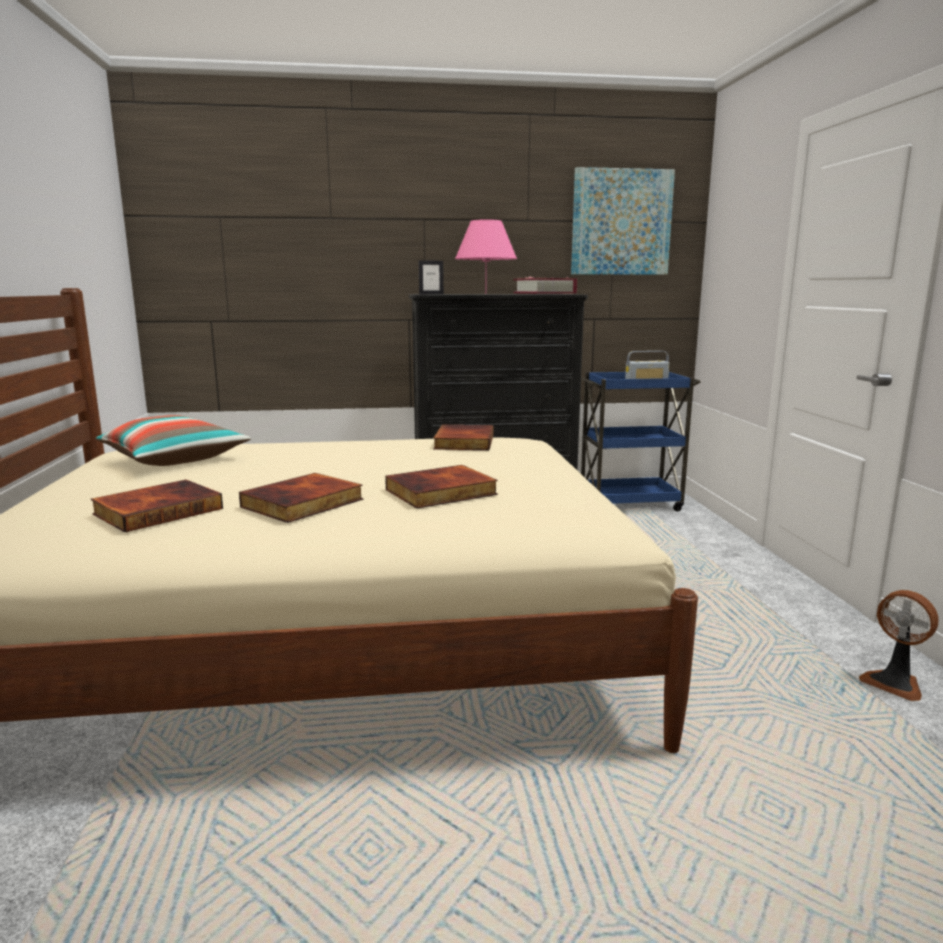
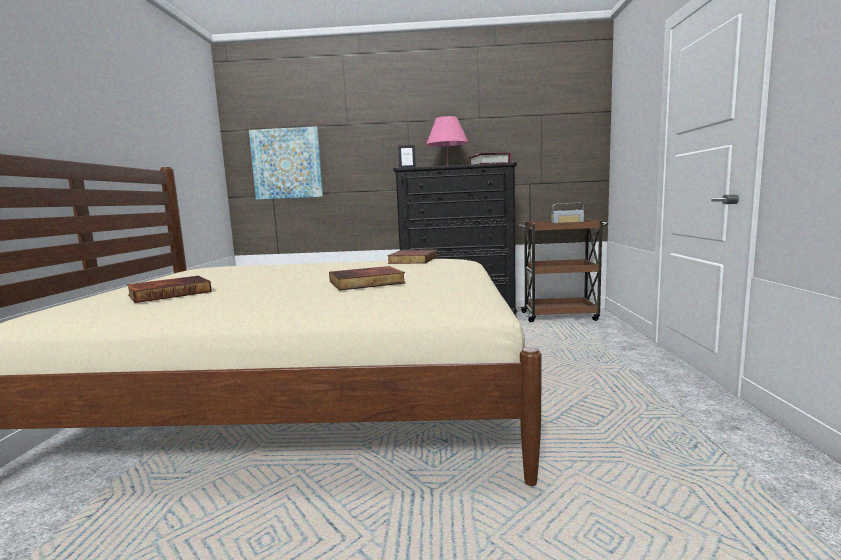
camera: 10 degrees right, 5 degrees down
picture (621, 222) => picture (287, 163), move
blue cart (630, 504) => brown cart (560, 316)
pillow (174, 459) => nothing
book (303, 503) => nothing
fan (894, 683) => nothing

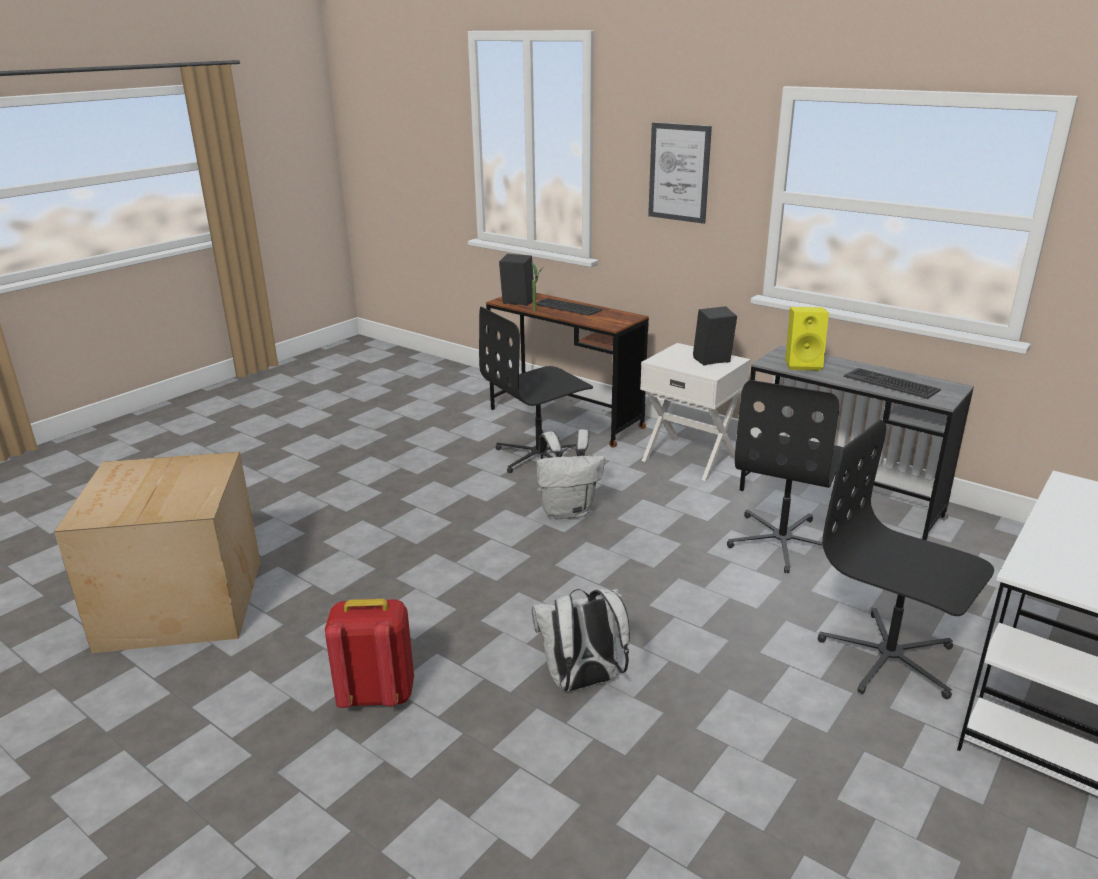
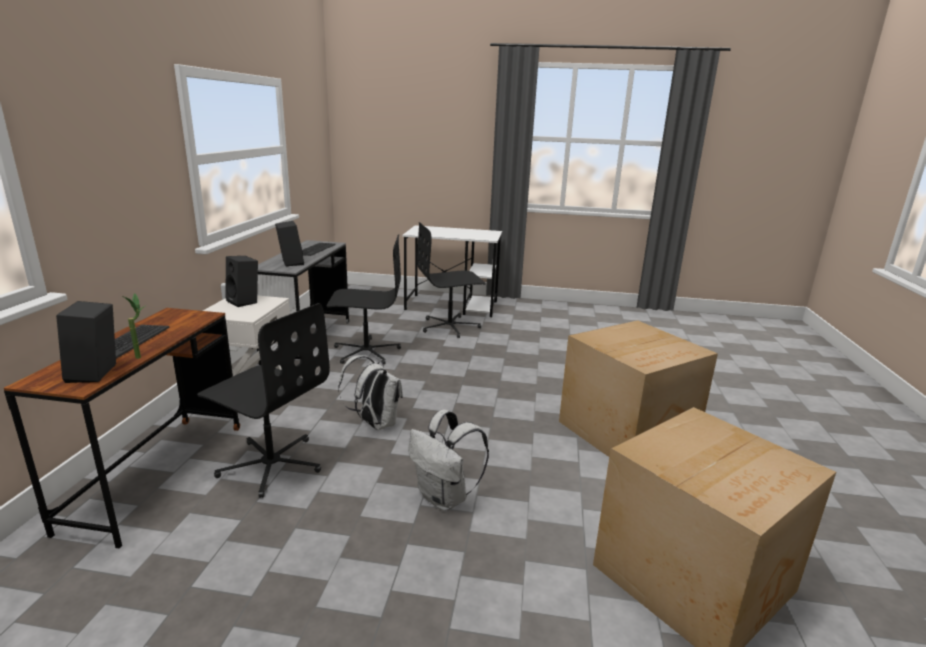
camera: 120 degrees left, 5 degrees down
picture (679, 172) => nothing
yellow speaker (804, 364) => black speaker (290, 263)
black office chair (889, 658) => black office chair (450, 327), 60 degrees clockwise
white backpack (582, 682) => white backpack (445, 498), move
red backpack (376, 695) => cardboard box (629, 432)

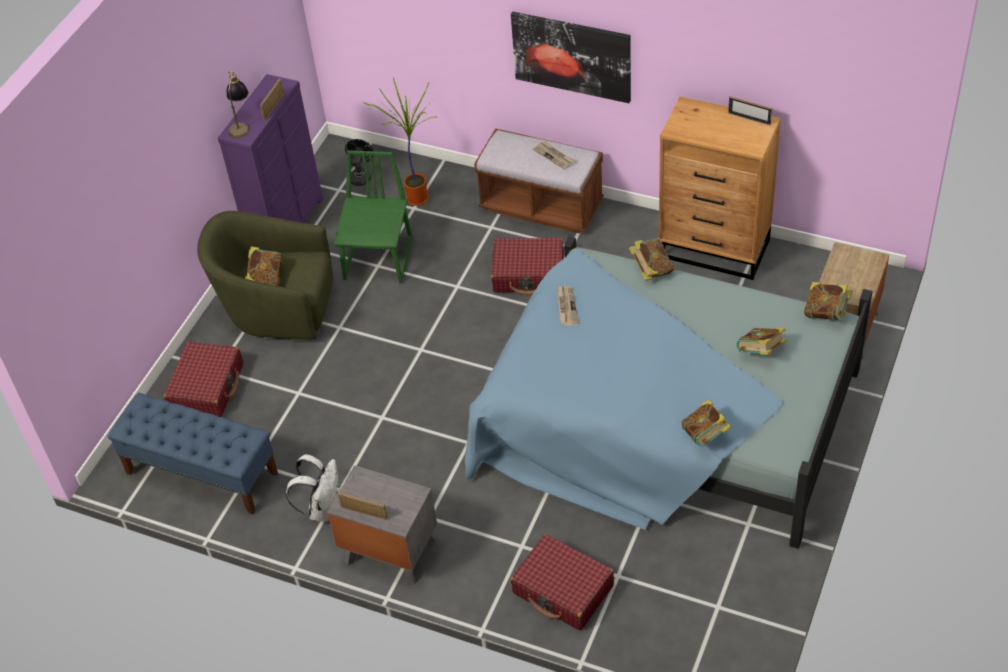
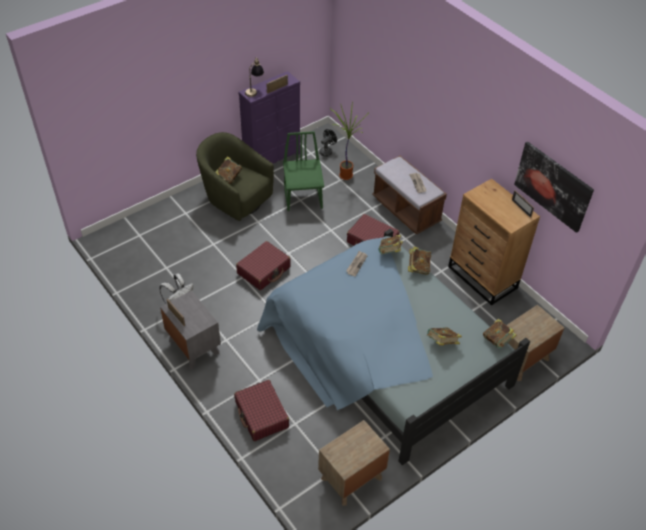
camera: 25 degrees right, 0 degrees up
picture (572, 56) => picture (553, 186), move
green chair (379, 259) => green chair (303, 197), 45 degrees counterclockwise
red suitcase (207, 387) => red suitcase (264, 270), move
blue bench (201, 473) => nothing
book (705, 435) => book (390, 252), move
nothing => brown nightstand (351, 478)

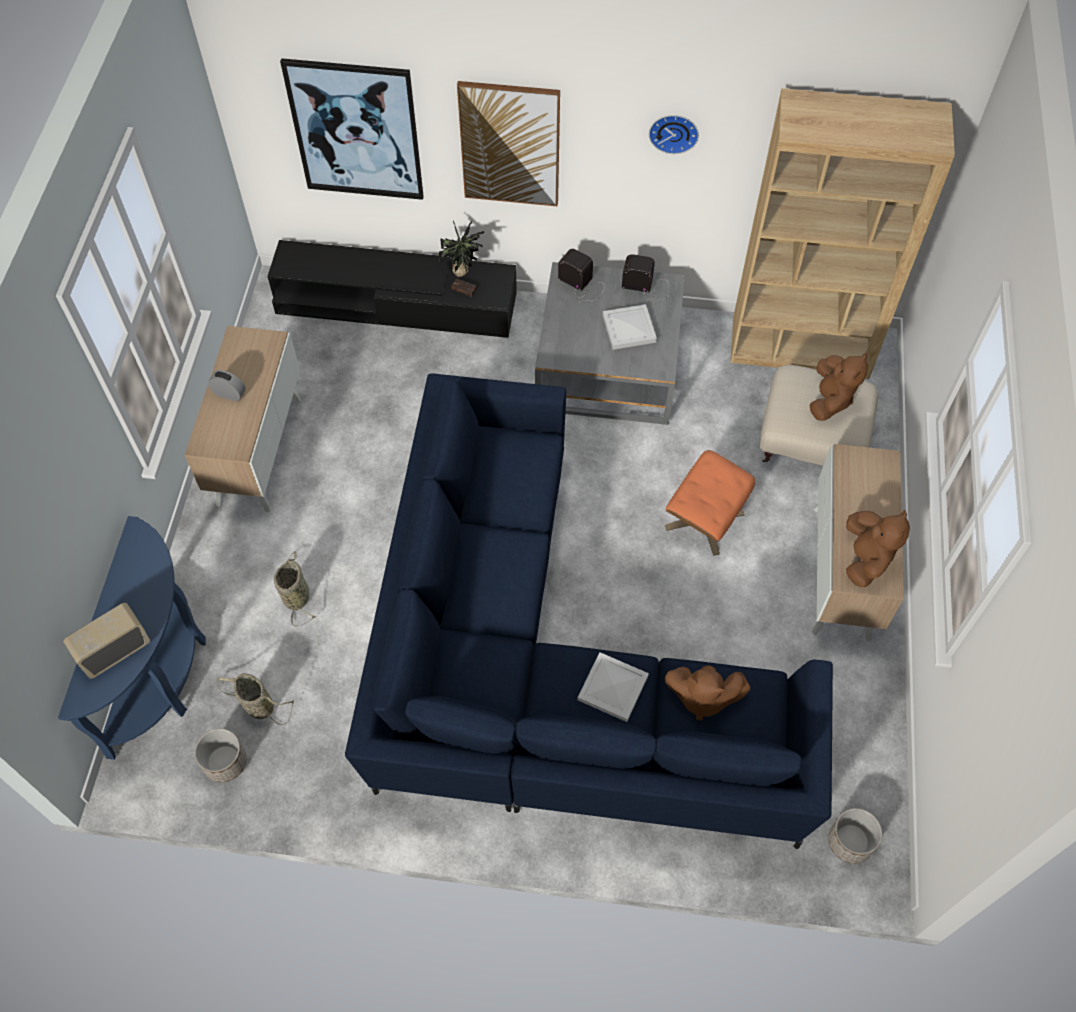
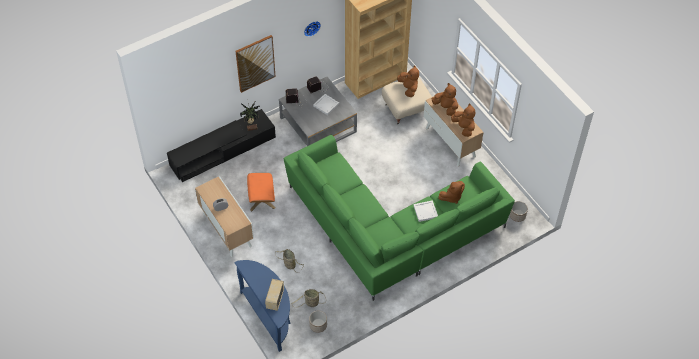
camera: 40 degrees left, 5 degrees down
picture (356, 131) => nothing
blue sofa (545, 671) => green sofa (390, 231)
orange ottoman (704, 520) => orange ottoman (261, 199), move
nothing => brown plush toy (445, 107)

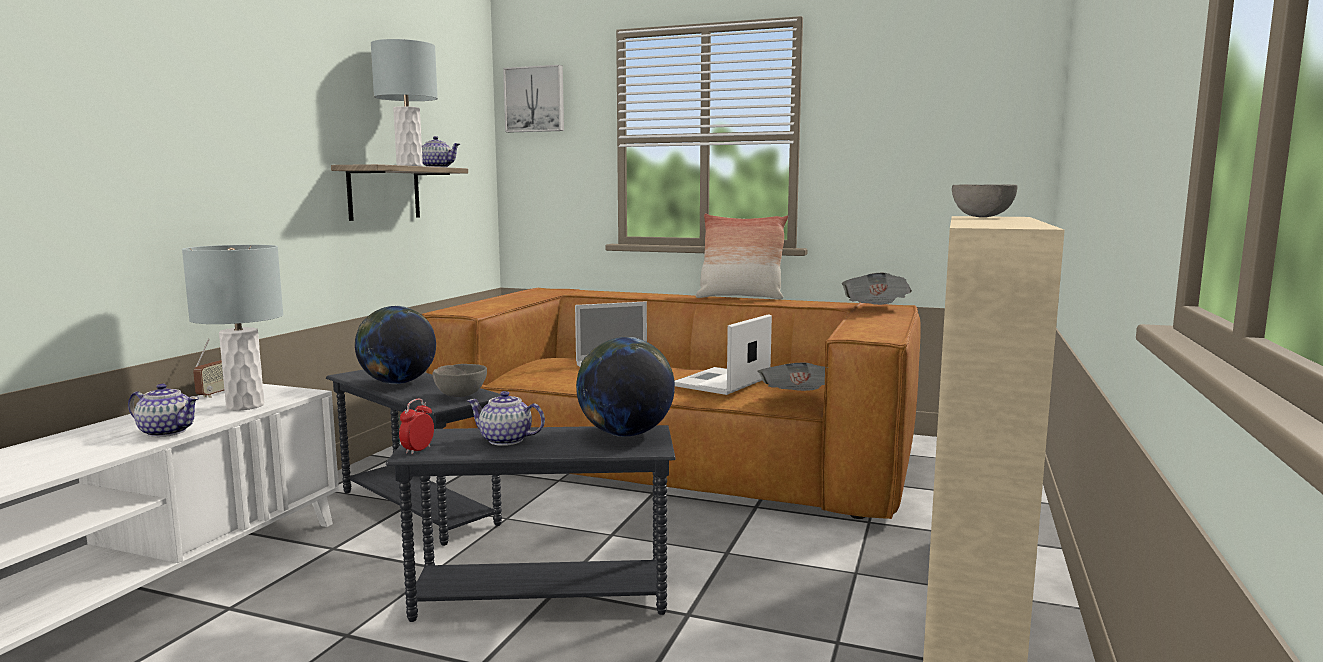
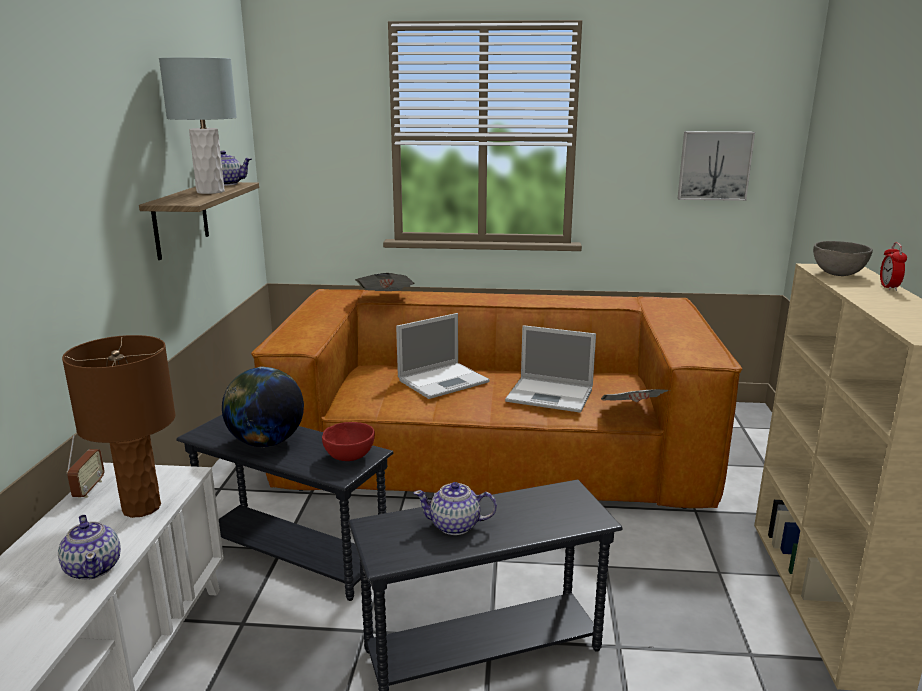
camera: 15 degrees left, 10 degrees up
picture (535, 99) => picture (714, 165), move
pillow (740, 297) => nothing
grey table lamp (244, 406) => brown table lamp (141, 508)
newspaper (875, 309) => newspaper (386, 298), move
laptop (721, 383) => laptop (551, 395), 90 degrees counterclockwise
globe (625, 434) => nothing
grey bowl (461, 395) => red bowl (349, 457)
teapot (166, 432) => teapot (94, 568), 60 degrees clockwise
alarm clock (418, 450) => alarm clock (888, 287), move

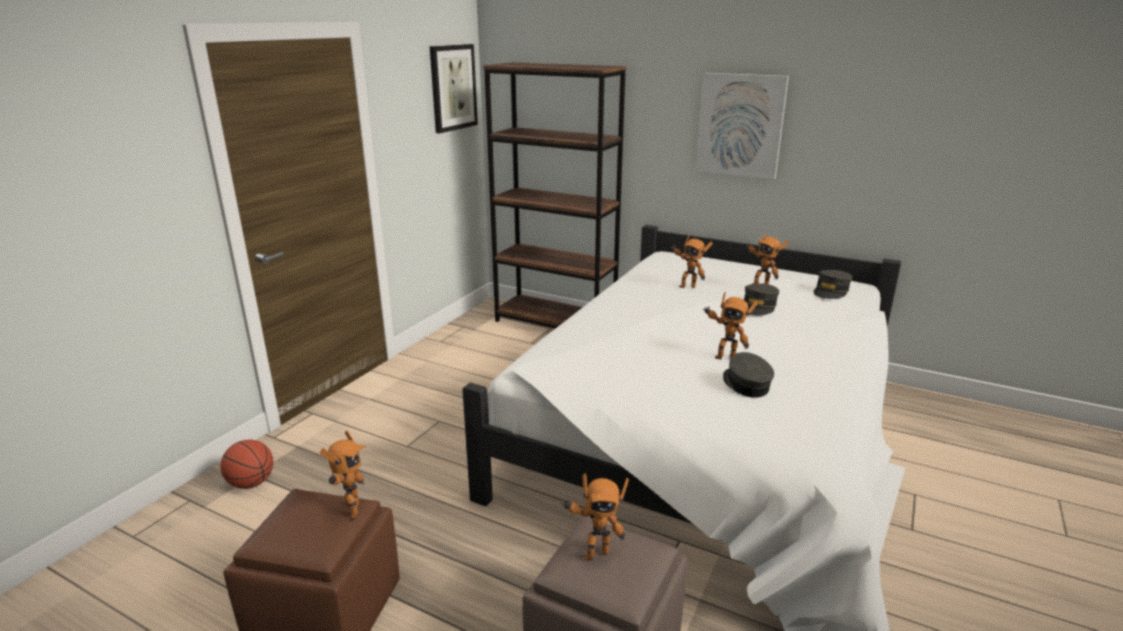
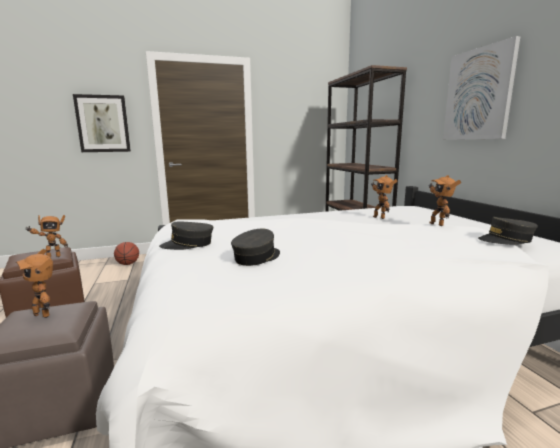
camera: 45 degrees right, 10 degrees down
picture (453, 87) => picture (103, 124), move
grey cap (758, 307) => grey cap (188, 244), move
toy robot (724, 356) => nothing

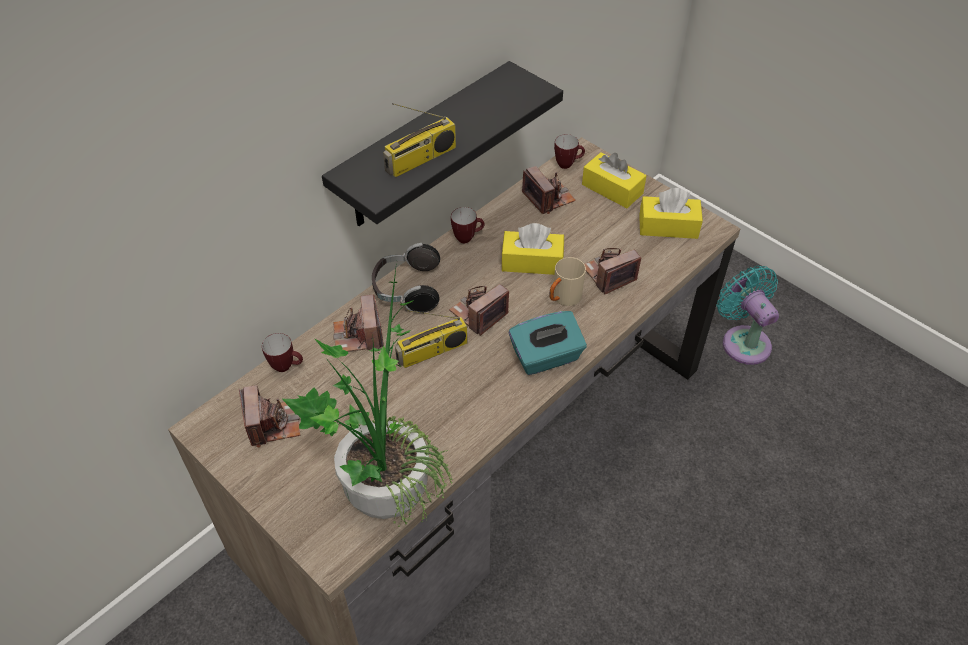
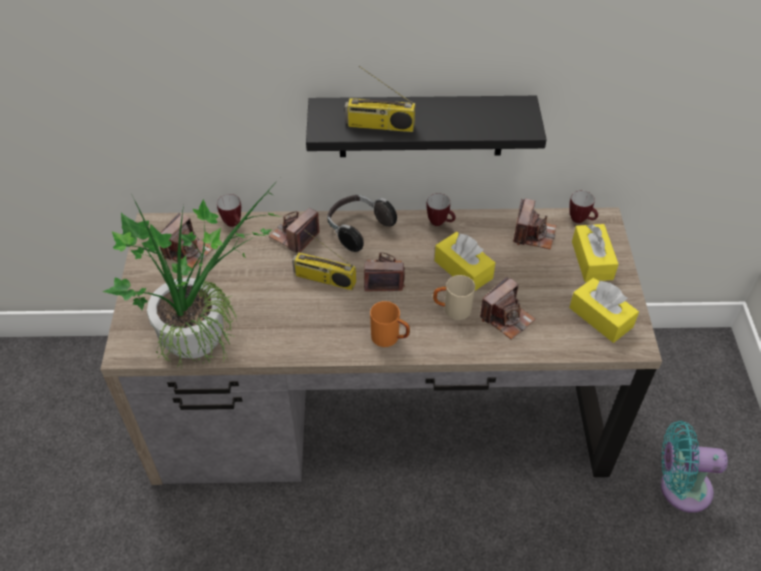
camera: 45 degrees right, 0 degrees up
photo camera (608, 275) => photo camera (507, 318), 120 degrees clockwise
turquoise fan (743, 341) => turquoise fan (679, 488), 105 degrees counterclockwise
turquoise tissue box (546, 357) => orange mug (390, 338)

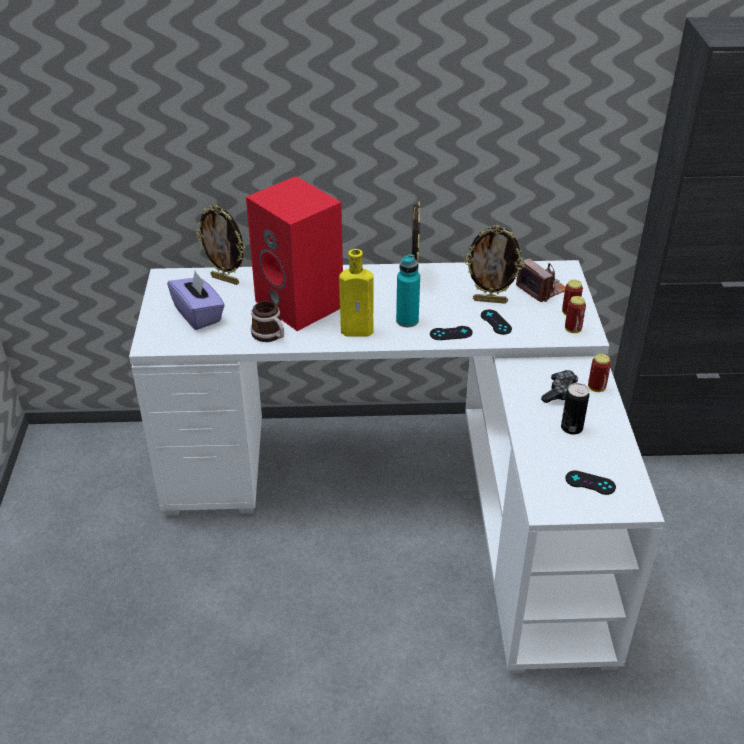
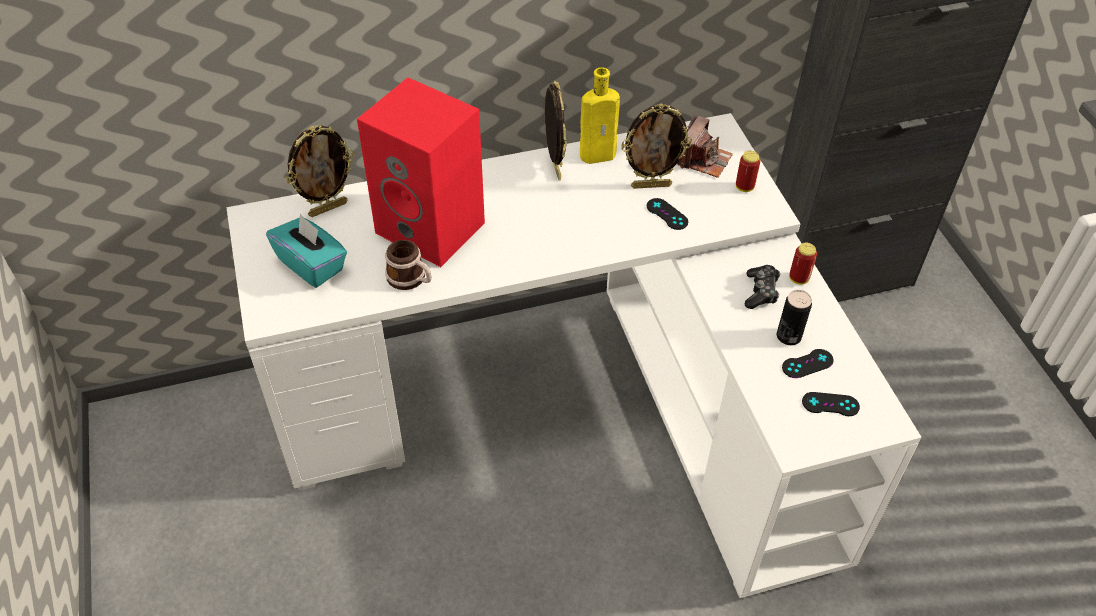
camera: 15 degrees left, 10 degrees up
picture frame (226, 280) => picture frame (328, 208), 45 degrees counterclockwise
yellow bottle (359, 330) => yellow bottle (600, 154), move
turquoise bottle (407, 321) => nothing
photo camera (542, 289) => photo camera (703, 160), 75 degrees clockwise
purple tissue box (199, 315) => turquoise tissue box (312, 265)
can (572, 329) => nothing
black game controller (451, 333) => black game controller (807, 364), move

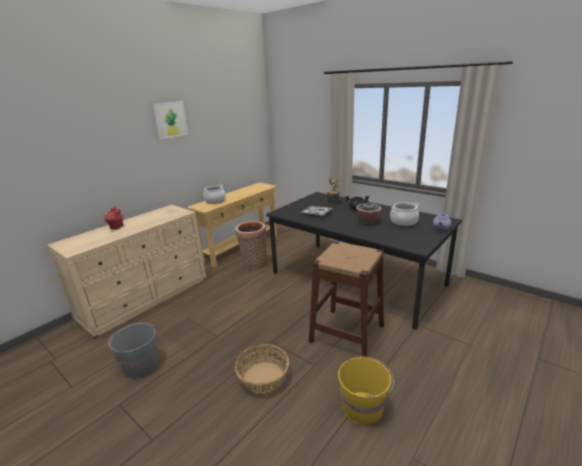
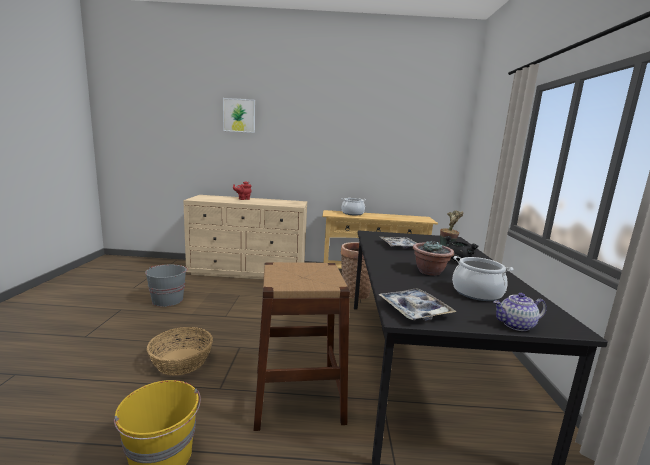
camera: 50 degrees right, 10 degrees down
picture (170, 119) => picture (239, 115), move
nothing => tray (414, 310)

